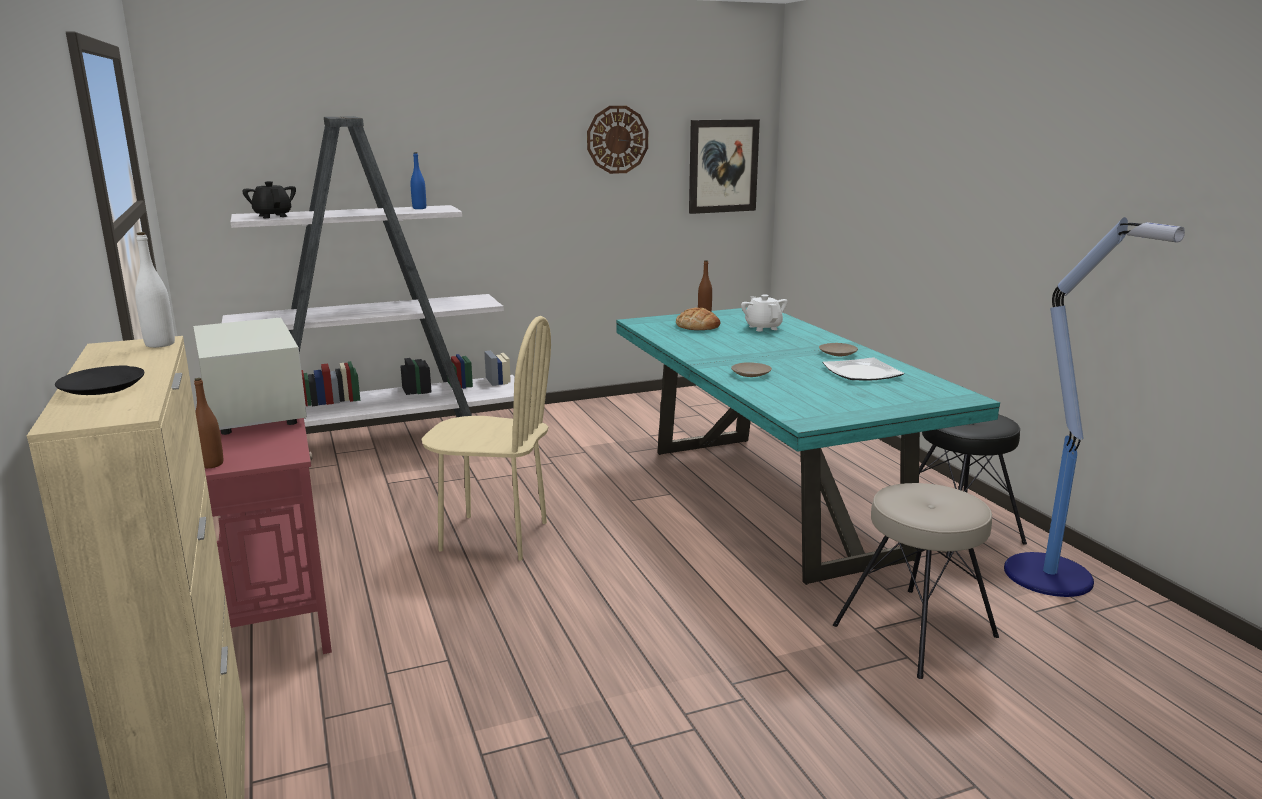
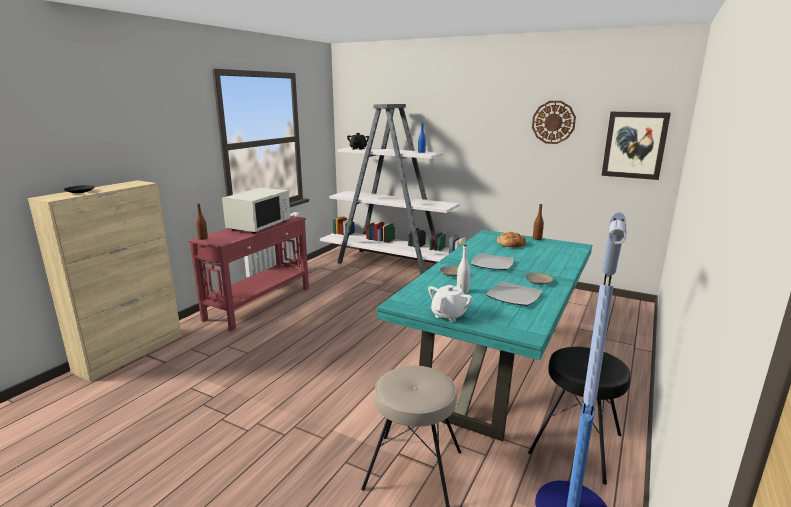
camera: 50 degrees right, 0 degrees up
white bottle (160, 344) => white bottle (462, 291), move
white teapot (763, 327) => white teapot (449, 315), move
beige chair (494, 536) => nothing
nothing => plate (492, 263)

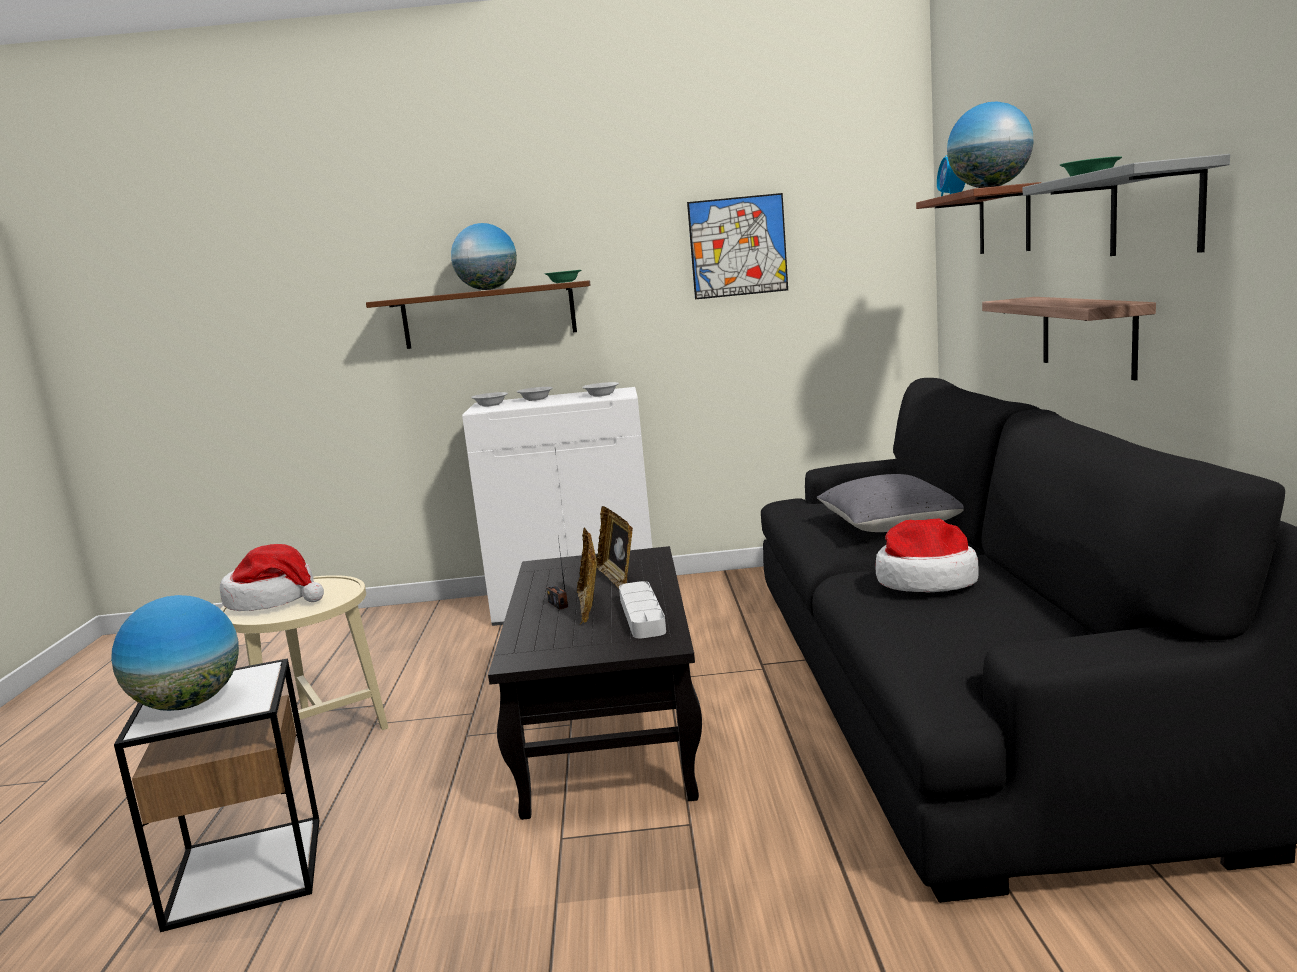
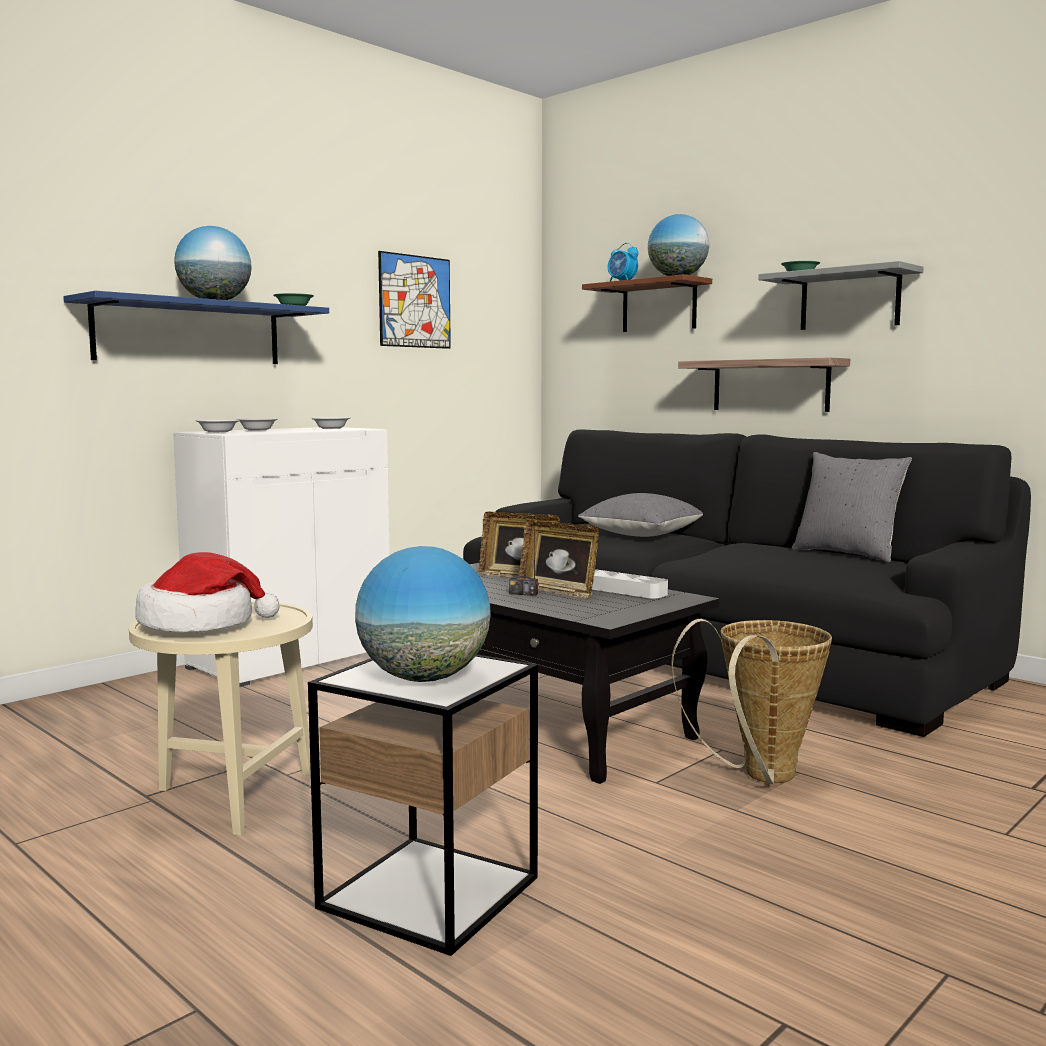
camera: 45 degrees left, 5 degrees down
brown shelf (489, 315) => blue shelf (189, 333)
hat (925, 581) => nothing
nothing => grey pillow (847, 554)
nothing => basket (760, 777)

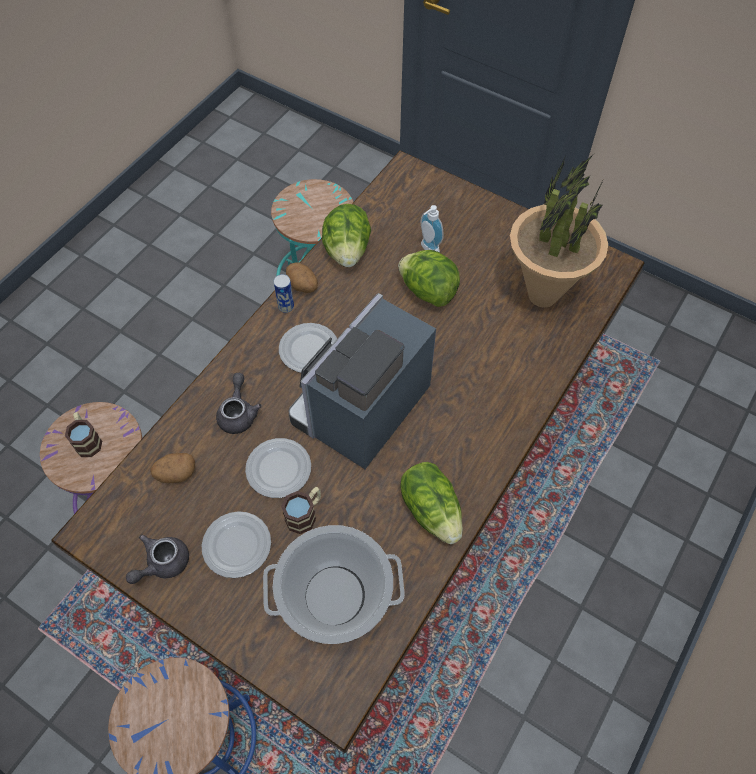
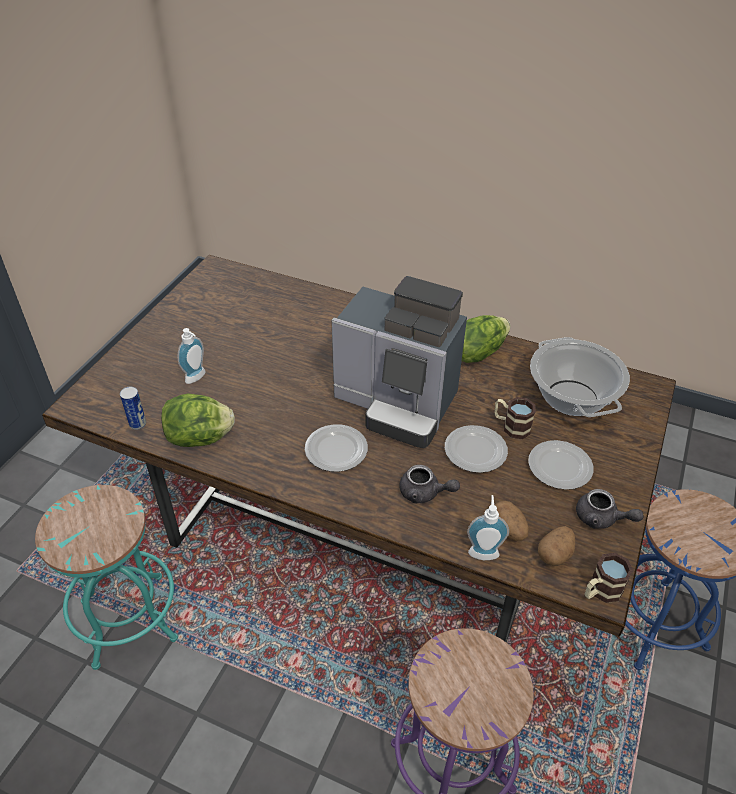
camera: 100 degrees left, 15 degrees down
potted plant (542, 295) => nothing
lettuce (428, 291) => nothing
potato (303, 286) => potato (555, 554), move
can (286, 306) => can (137, 424), move
grey teapot (238, 413) => grey teapot (424, 493), 150 degrees counterclockwise
mug (87, 440) => mug (600, 591), move
nothing => soap dispenser (483, 550)

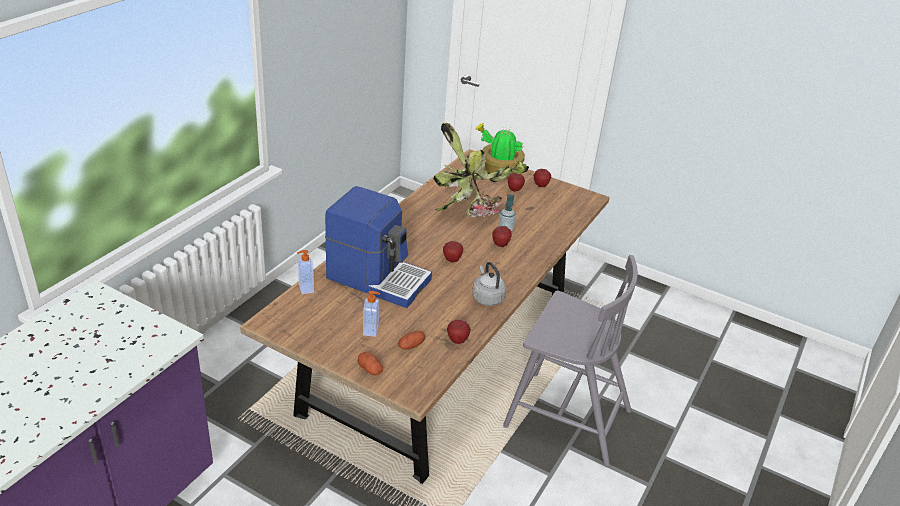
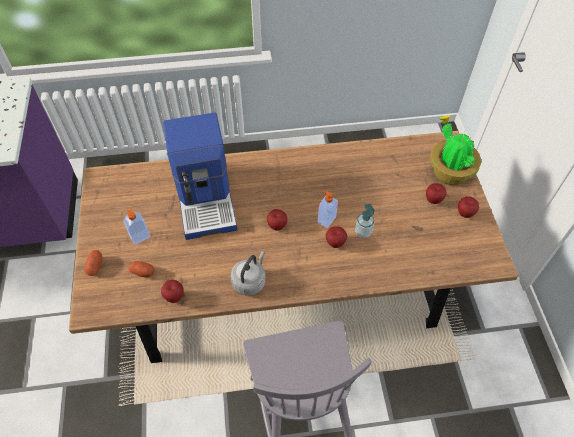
camera: 55 degrees right, 20 degrees up
potted plant (474, 209) => nothing
soap dispenser (305, 288) => soap dispenser (326, 219), move

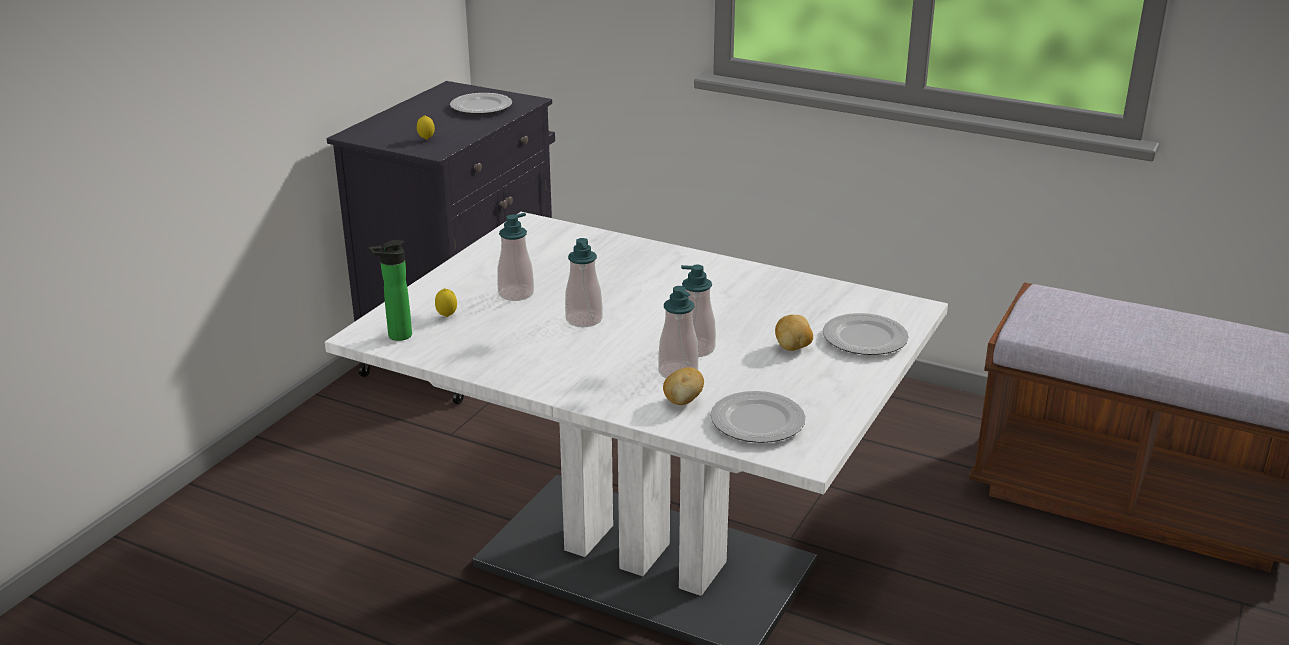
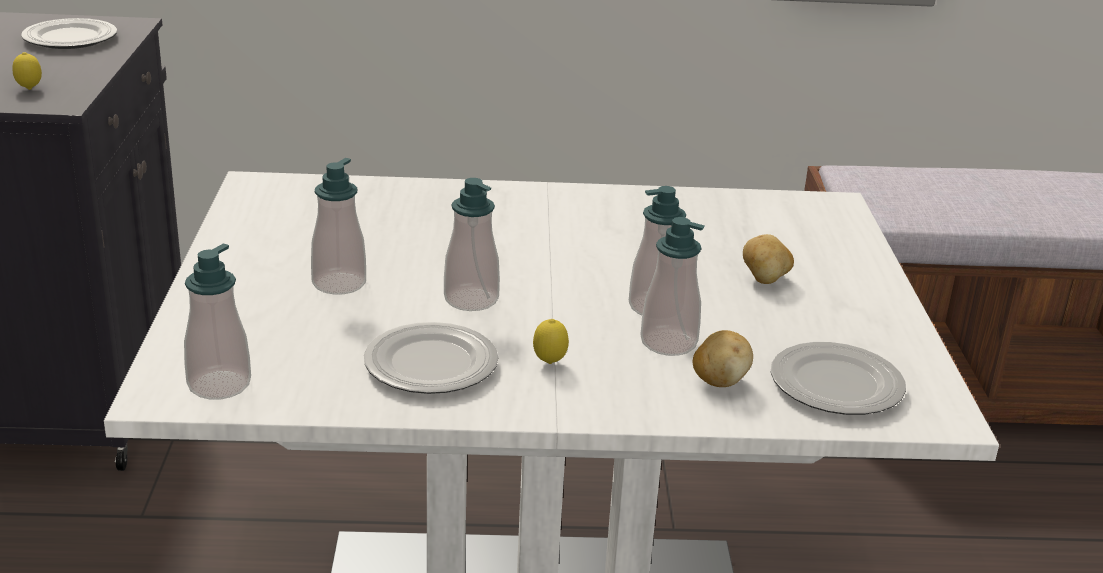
camera: 30 degrees left, 0 degrees up
bottle (396, 336) => soap dispenser (219, 385)
lemon (447, 316) => lemon (549, 363), move
plate (865, 339) => plate (432, 365), move

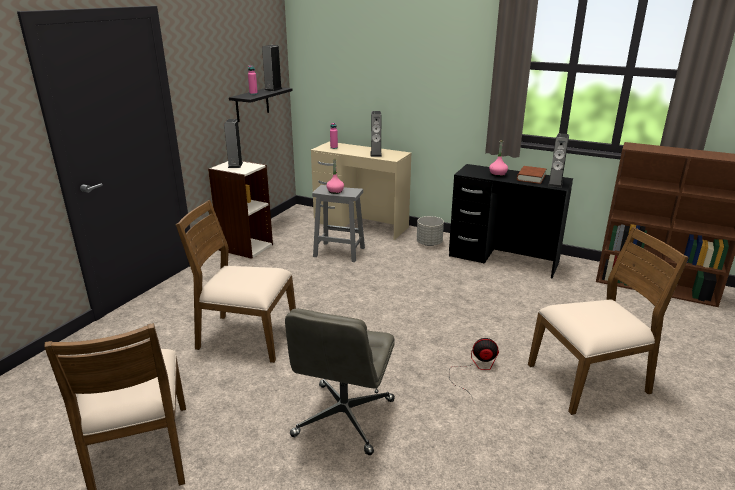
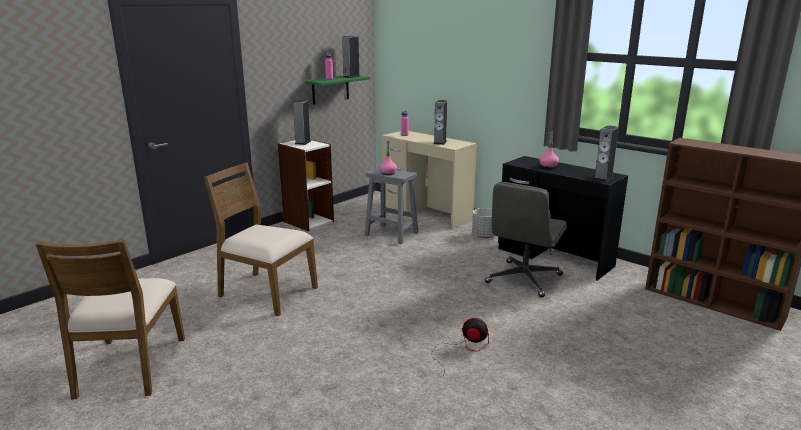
camera: 15 degrees right, 5 degrees down
black shelf (252, 104) => green shelf (330, 89)
brown book (531, 177) => nothing
brown chair (590, 379) => nothing
grey office chair (344, 419) => grey office chair (524, 279), move

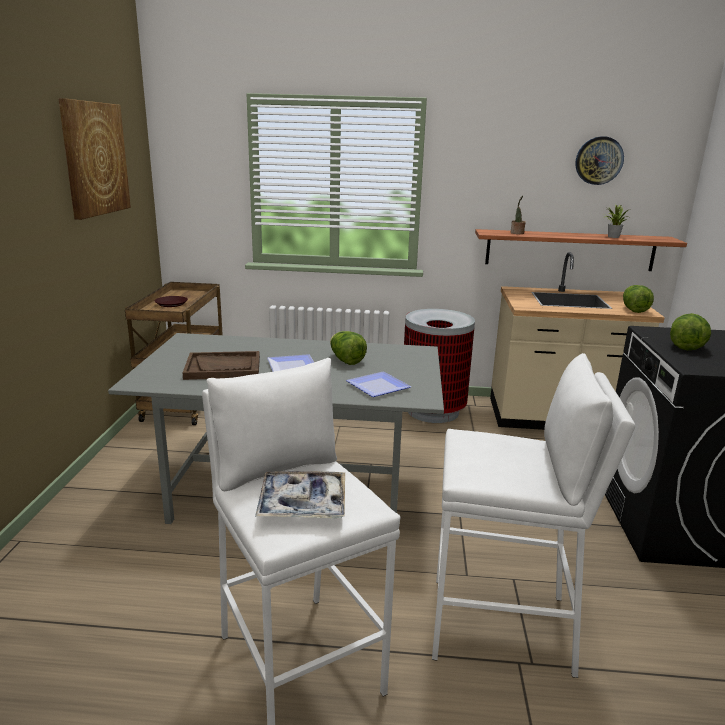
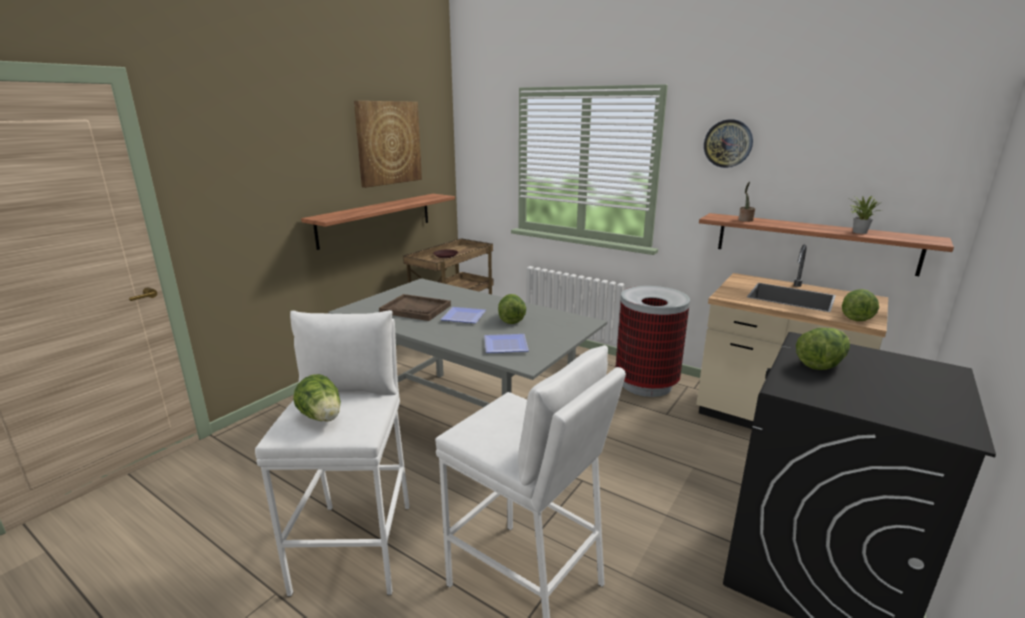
camera: 30 degrees right, 0 degrees up
wall clock (599, 160) => wall clock (728, 143), move
tray (302, 503) => lettuce (322, 417)
nothing => shelf (376, 219)

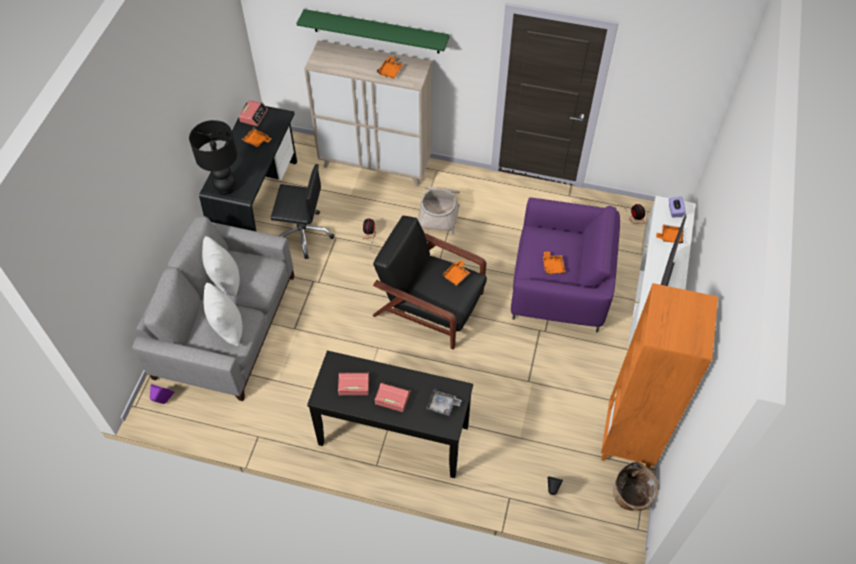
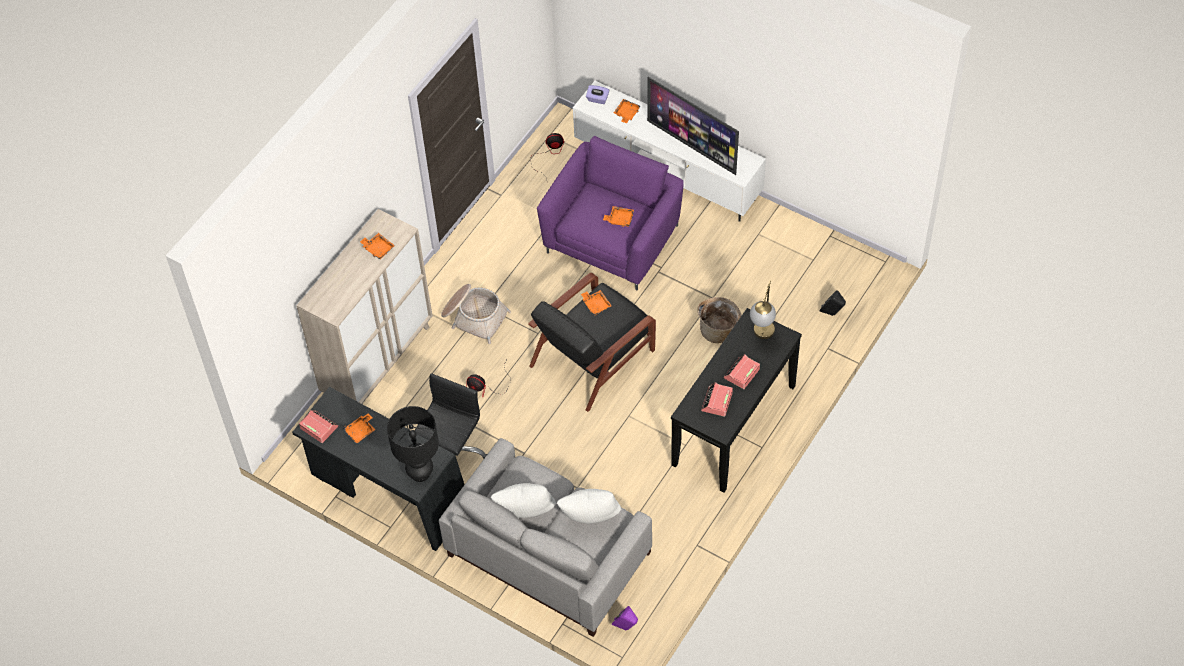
camera: 70 degrees left, 0 degrees up
green shelf (376, 31) => nothing
orange bookcase (628, 440) => nothing
grey tray (442, 405) => table lamp (762, 336)
basket (631, 497) => basket (719, 330), move

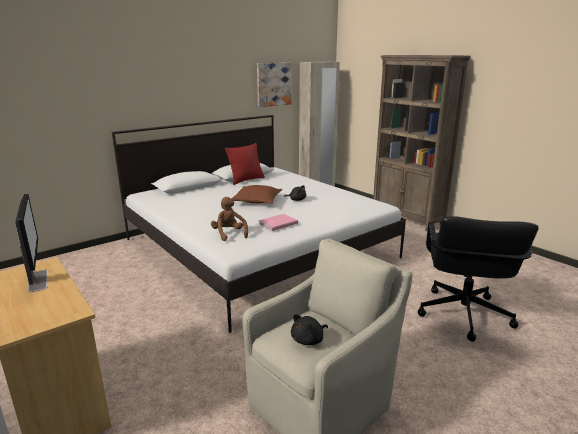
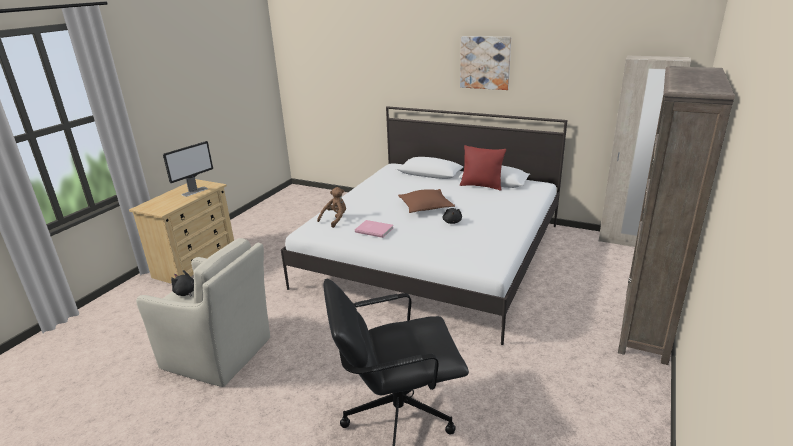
camera: 65 degrees right, 5 degrees up
picture (273, 84) => picture (485, 62), move

